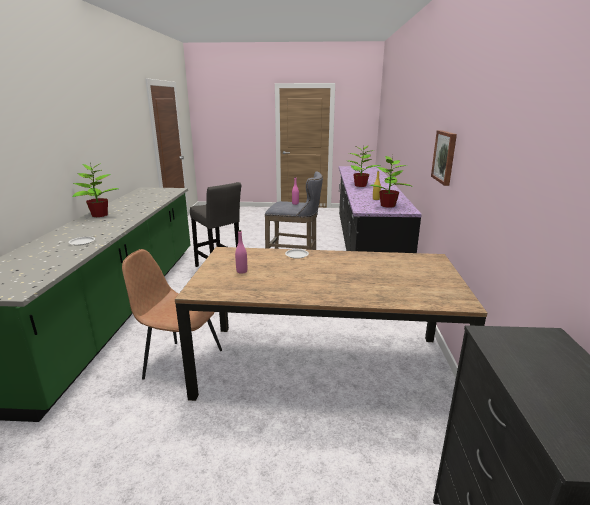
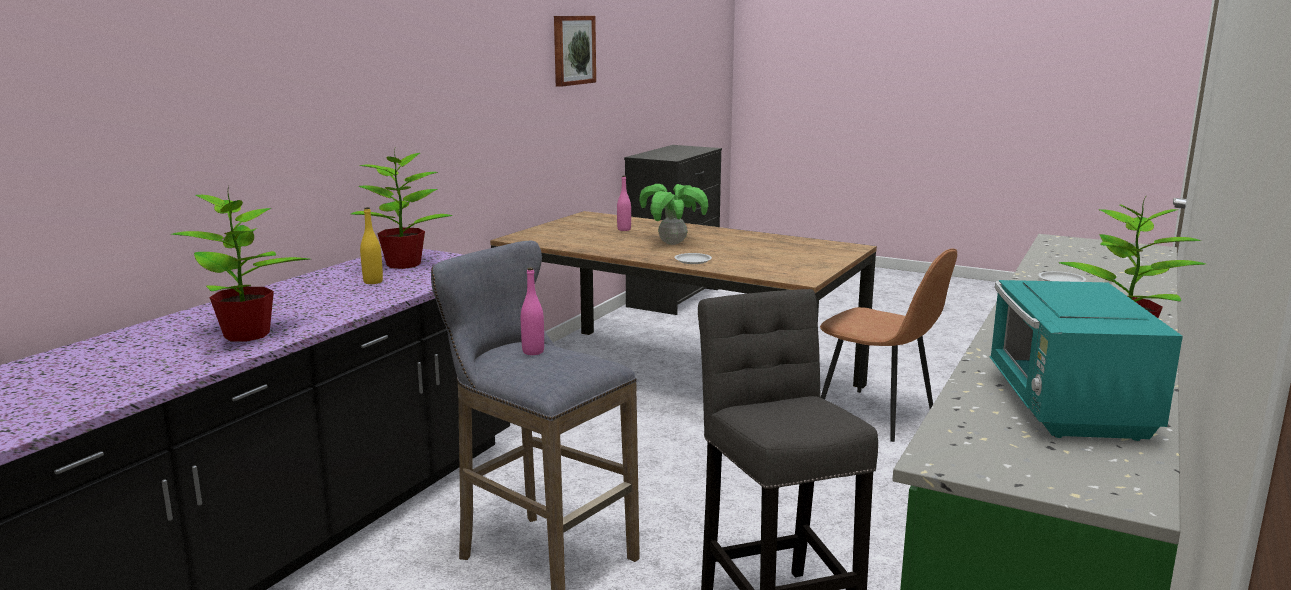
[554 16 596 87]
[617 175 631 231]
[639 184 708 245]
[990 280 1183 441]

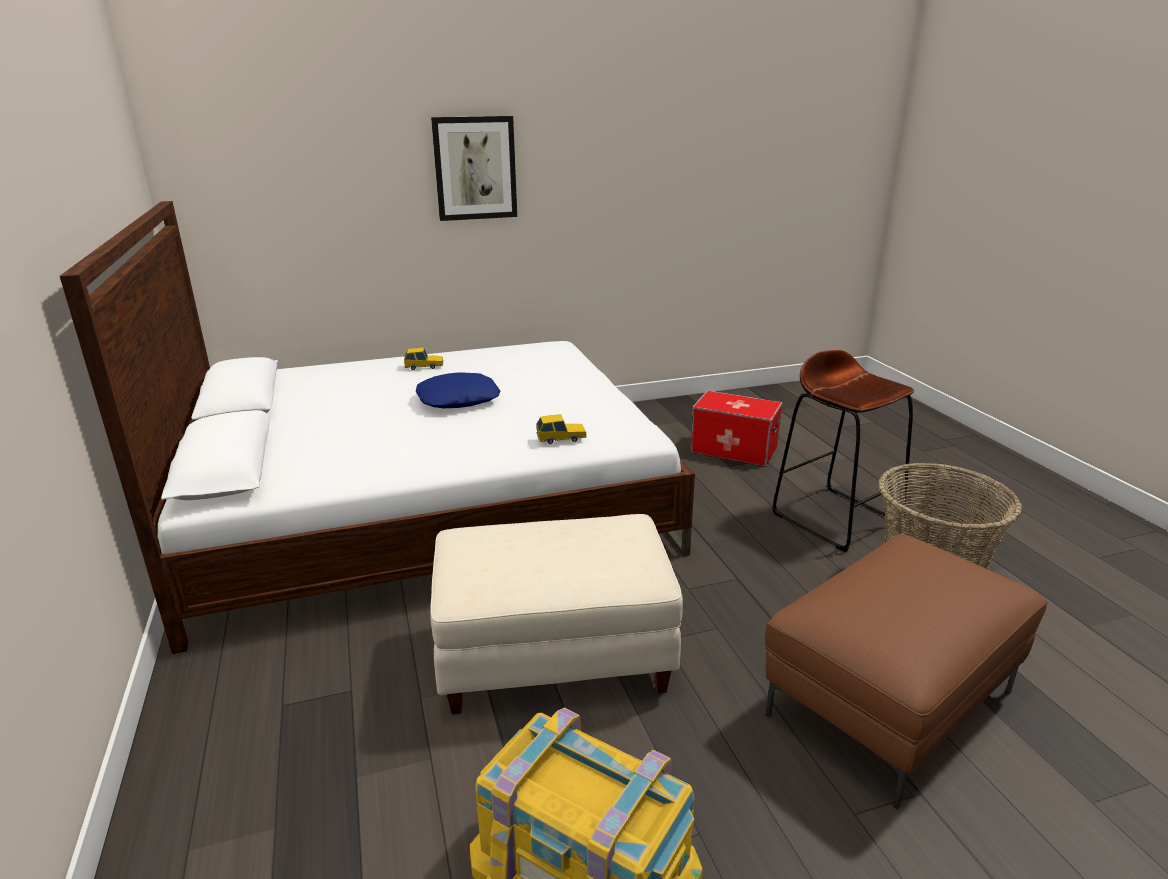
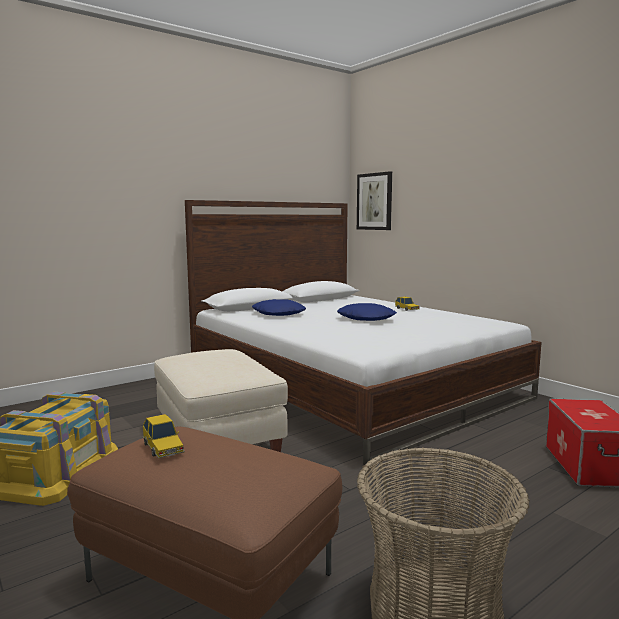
[143 414 185 459]
[252 299 306 316]
[357 171 392 230]
[772 350 914 552] (first image)

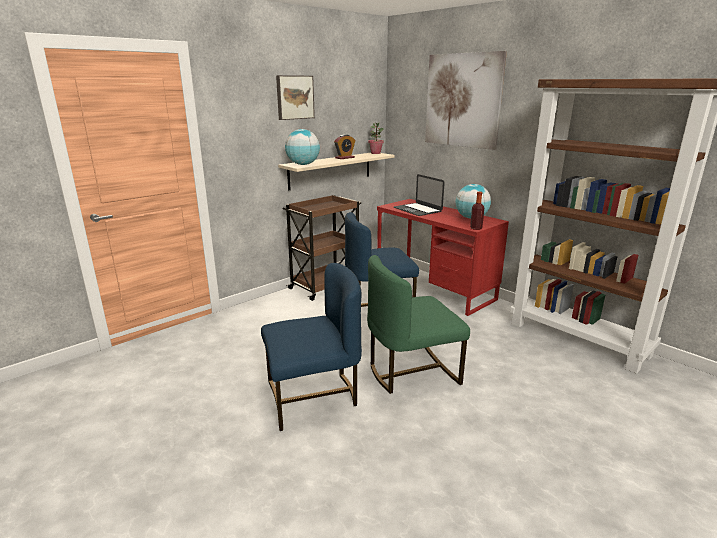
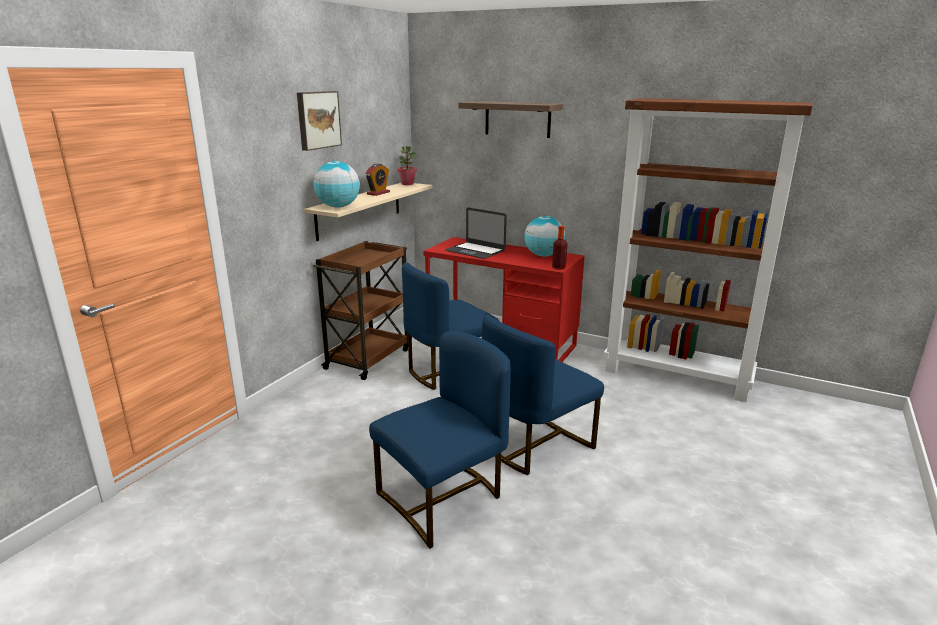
[458 101 564 138]
[482 315 604 475]

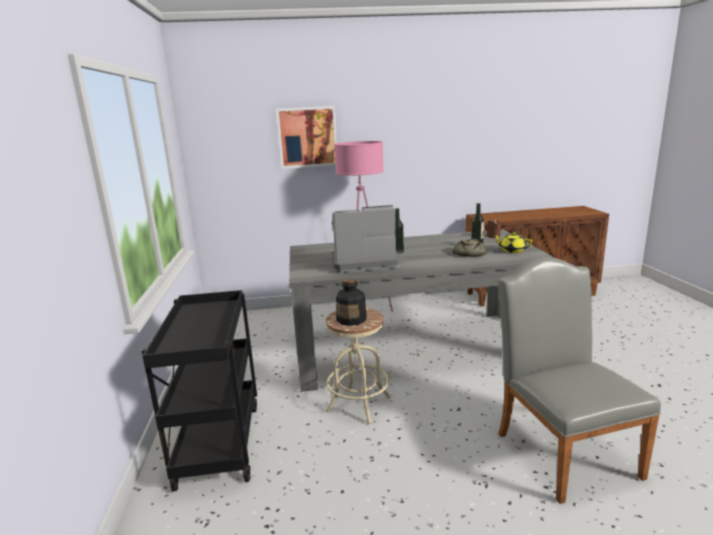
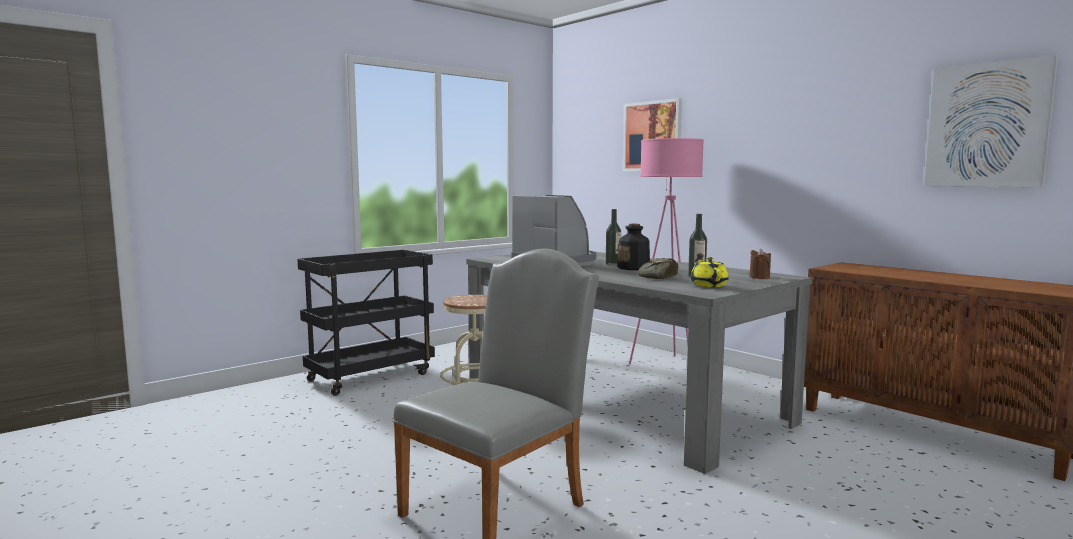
[617 224 650 270]
[924 55 1058 187]

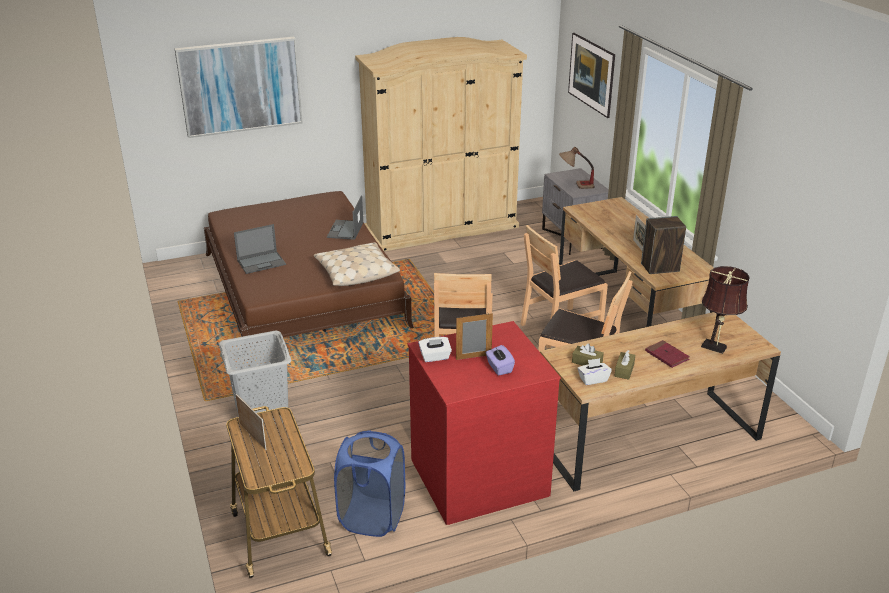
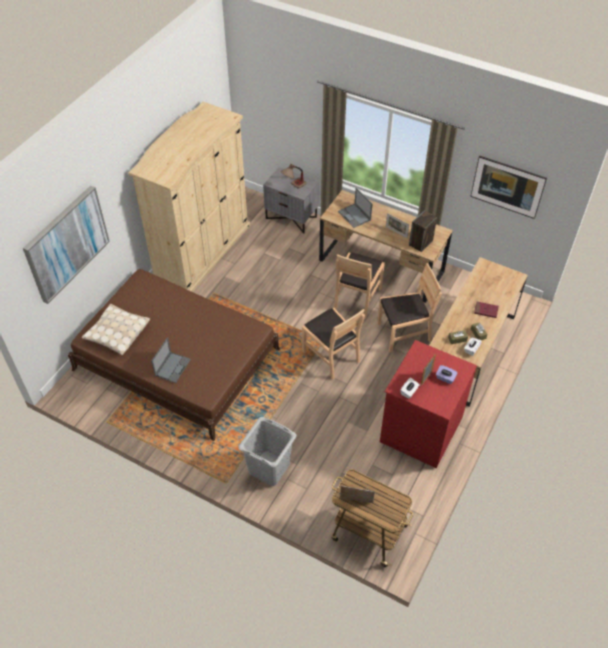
[82 304 150 355]
[338 188 372 228]
[470 156 547 219]
[334 430 405 537] (first image)
[701 266 750 354] (first image)

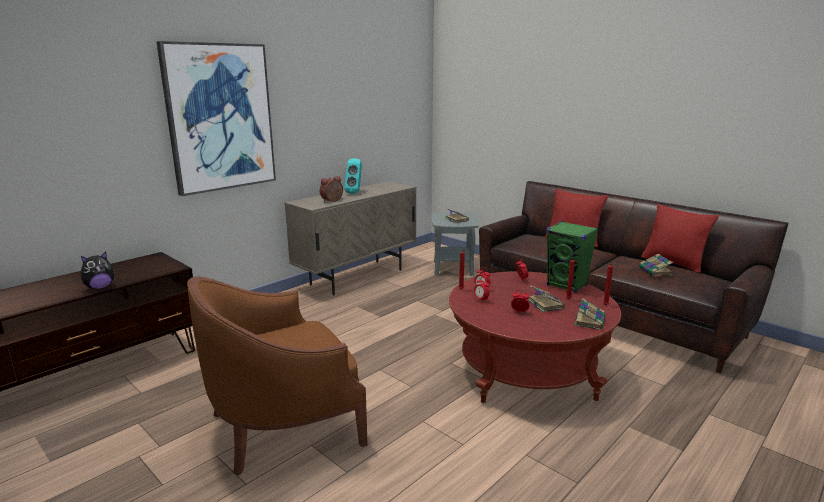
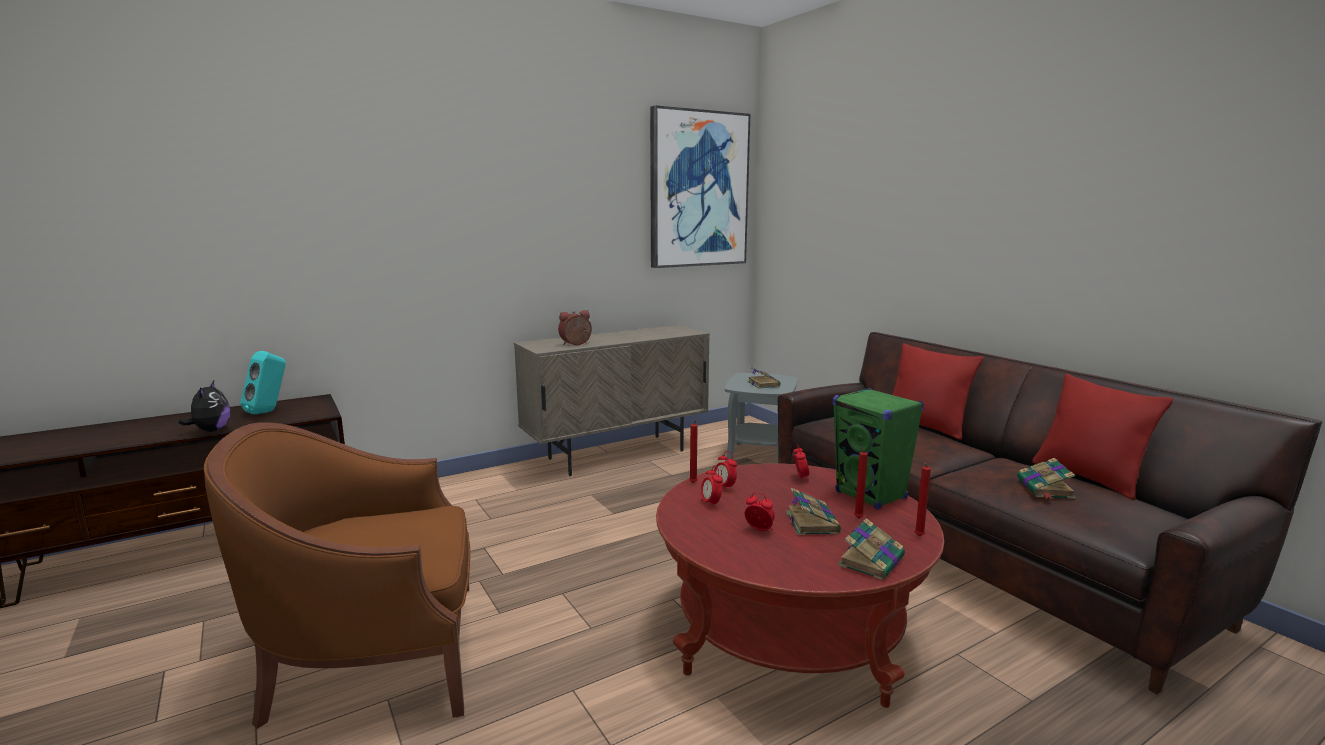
[178 381 231 432]
[240 351 285 414]
[650 105 750 268]

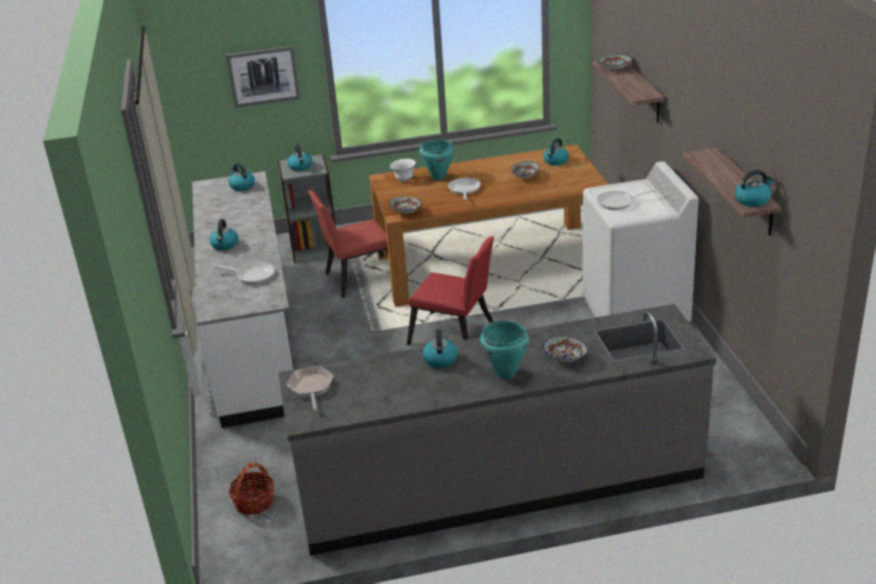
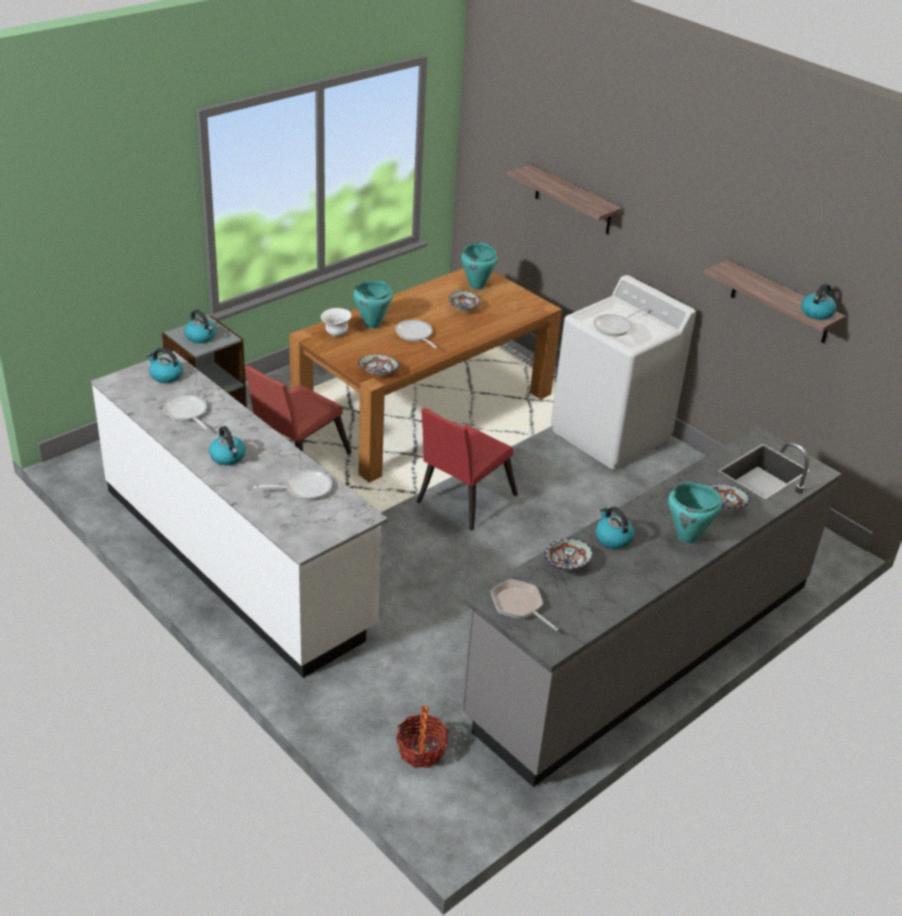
[163 395 209 430]
[417 408 518 531]
[461 243 497 290]
[545 539 593 570]
[226 46 301 108] (first image)

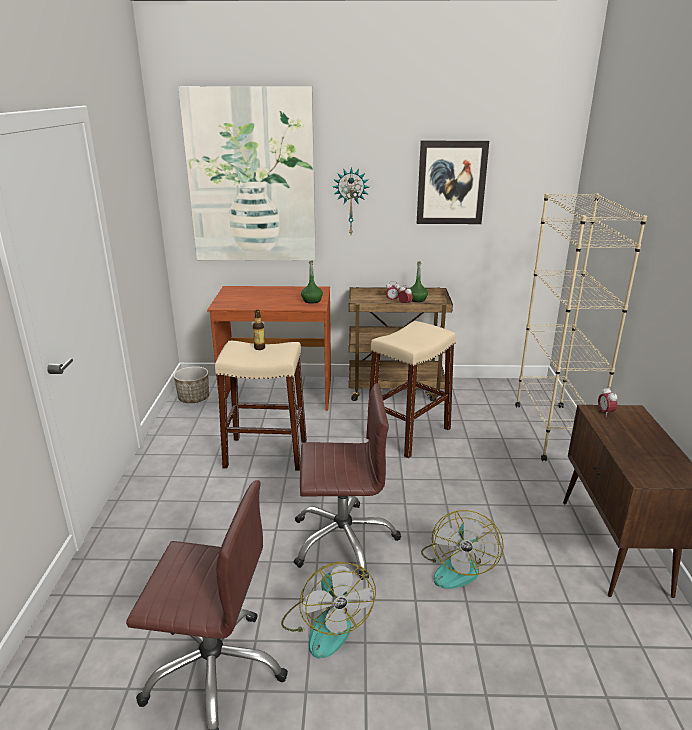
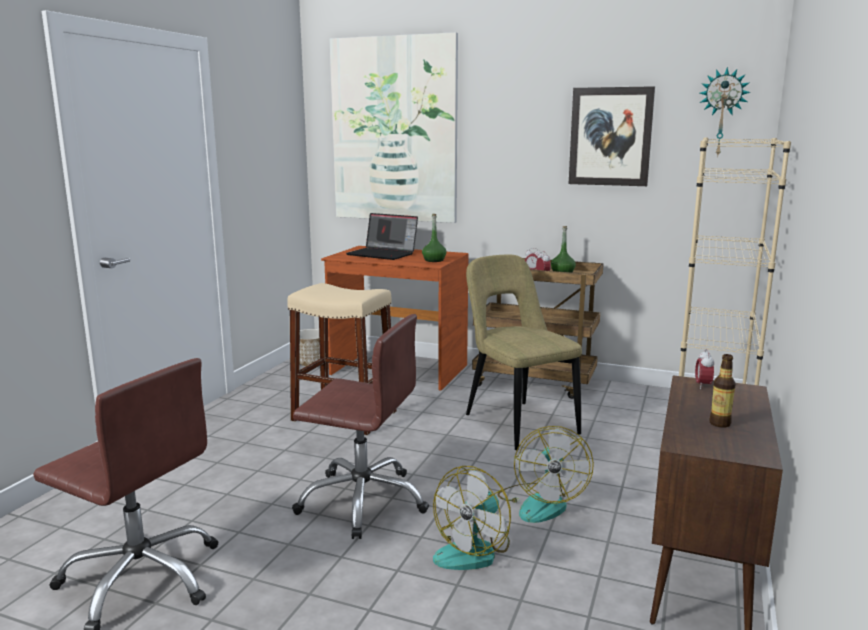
[346 213 418 260]
[466 255 582 450]
[498 426 594 523]
[700 67 751 155]
[709 354 736 428]

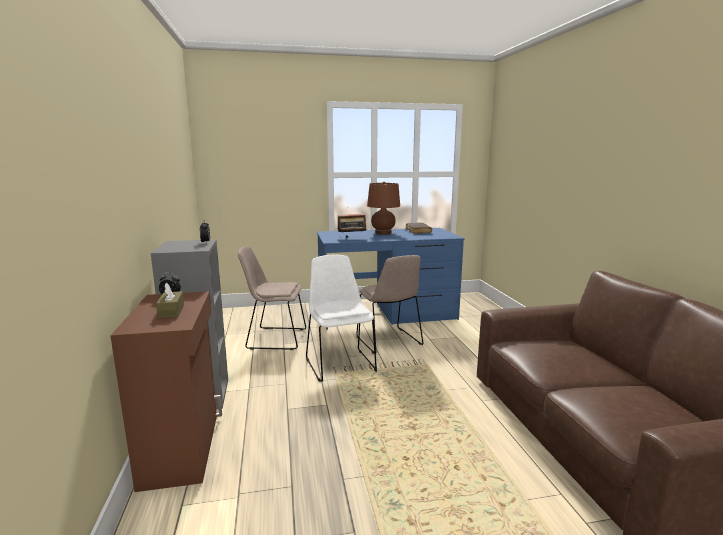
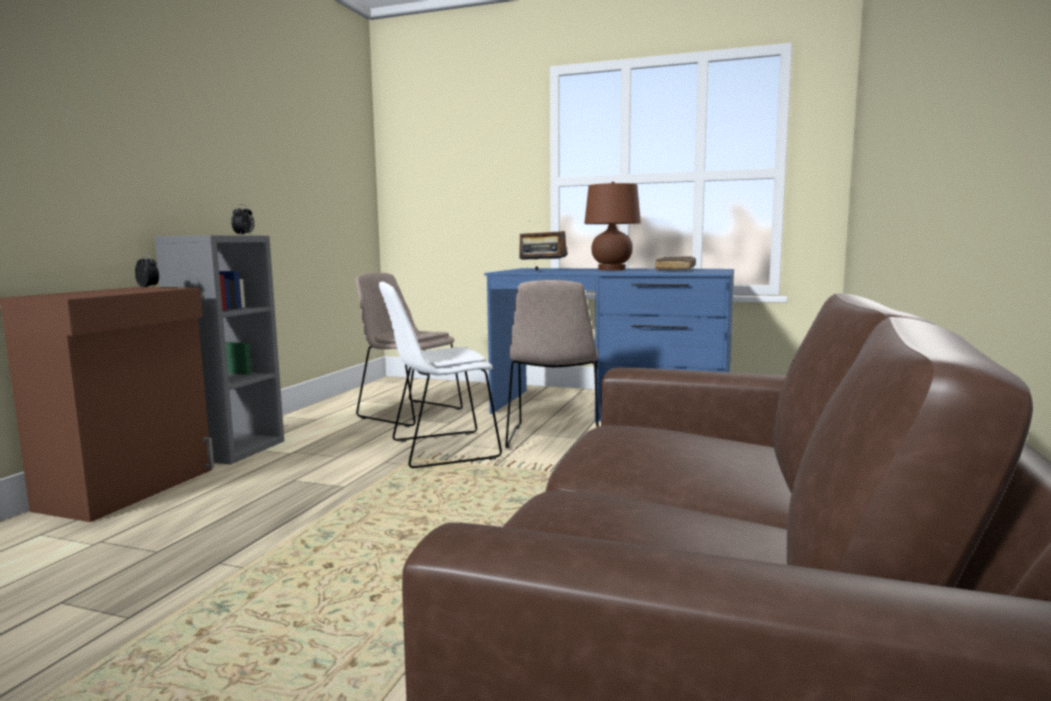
[379 282 502 468]
[156 283 184 318] (first image)

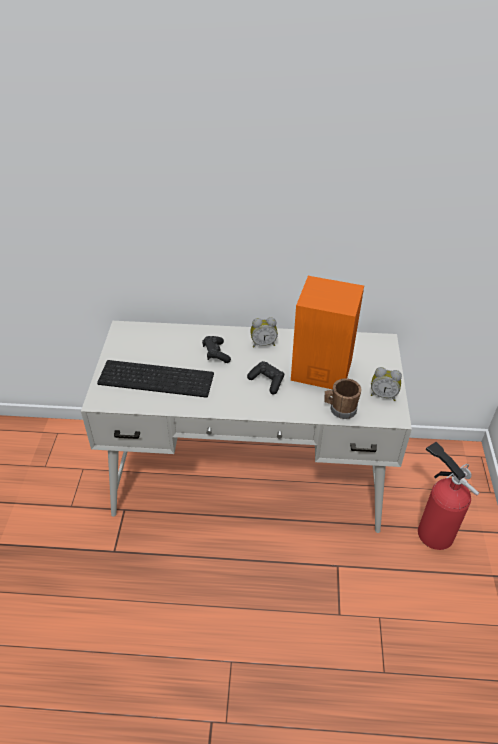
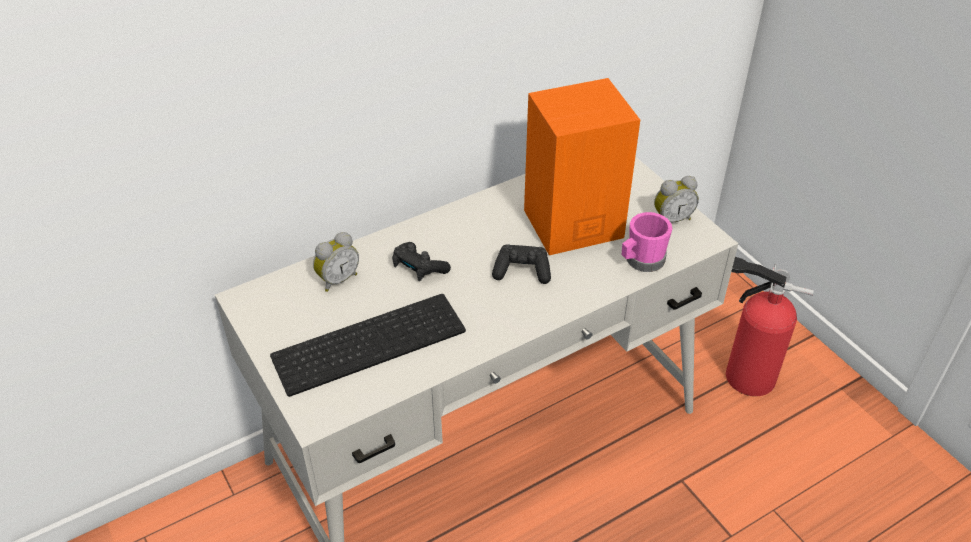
[313 232 359 292]
[622 212 672 272]

